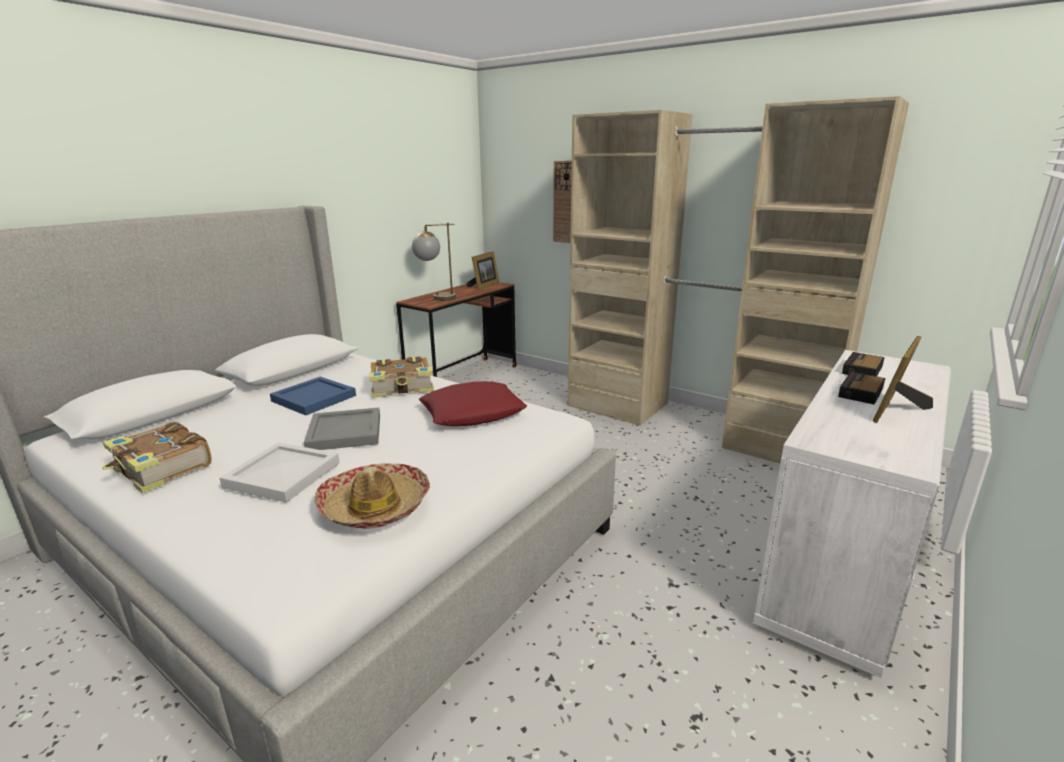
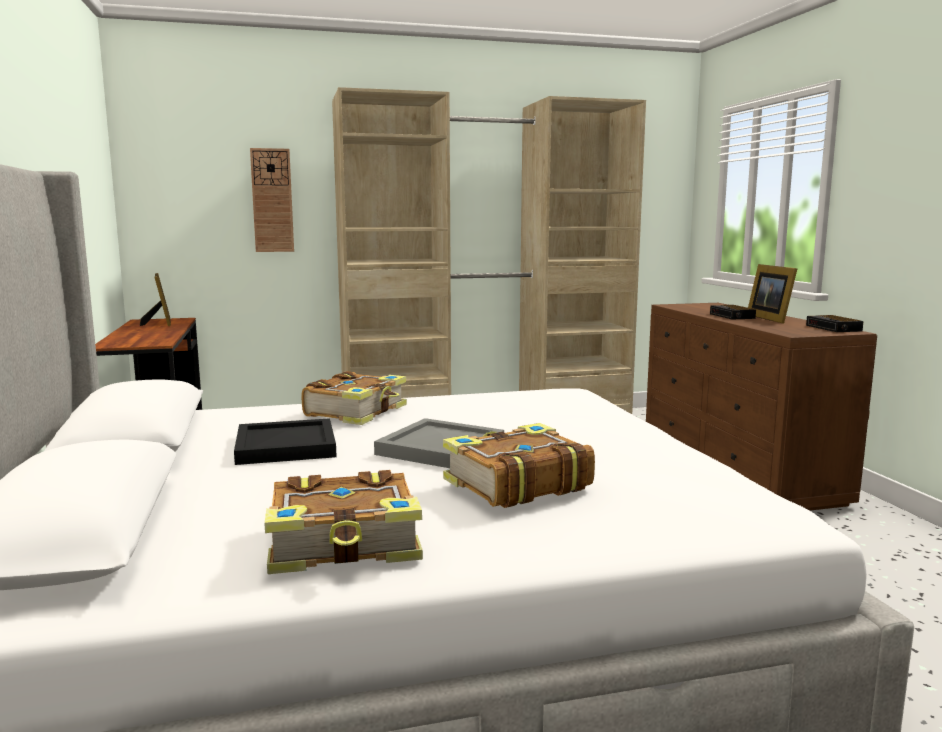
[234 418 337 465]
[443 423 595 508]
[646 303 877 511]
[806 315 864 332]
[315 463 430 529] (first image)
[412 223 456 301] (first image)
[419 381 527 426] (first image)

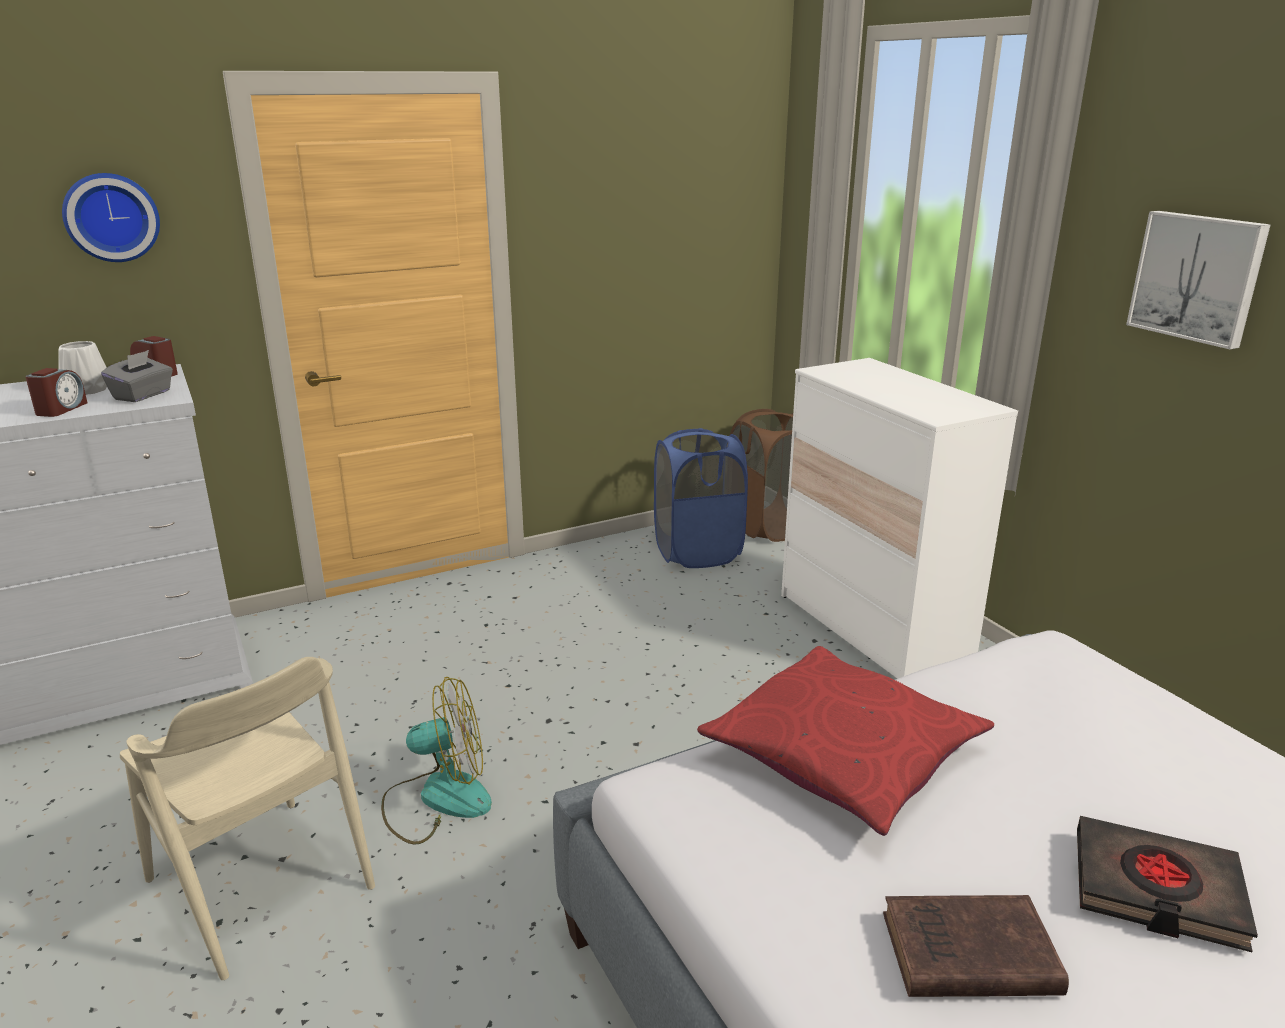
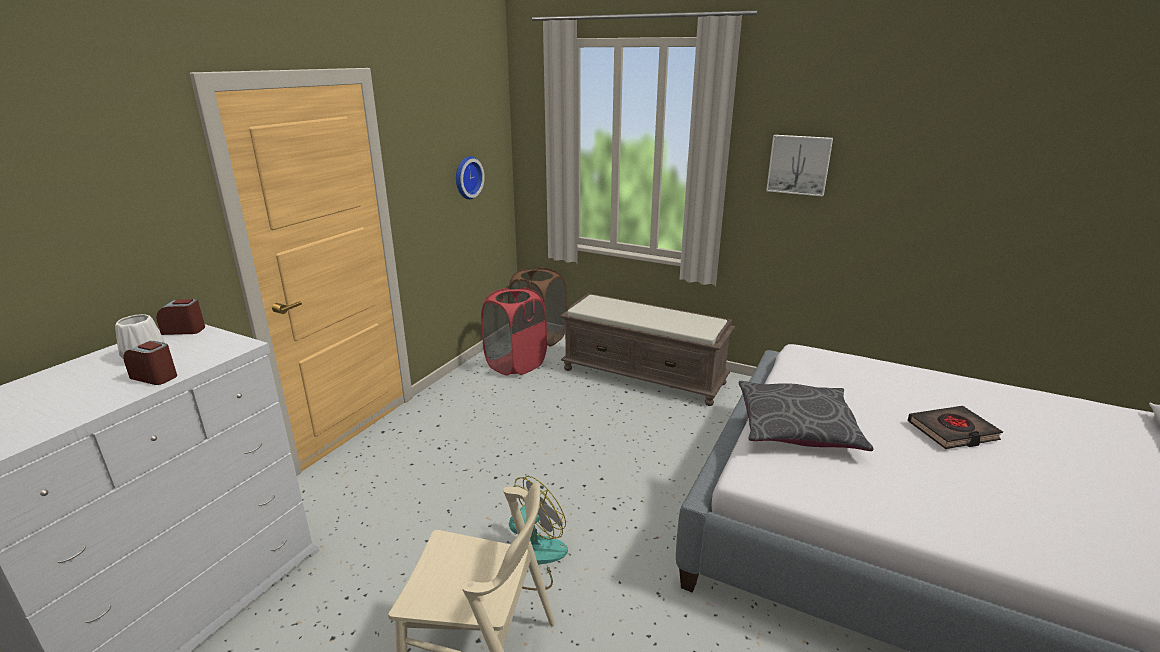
[123 341 177 385]
[456 156 485 199]
[481 288 547 376]
[560 293 735 406]
[739 381 874 451]
[101 350 173 402] (first image)
[883 895 1069 997] (first image)

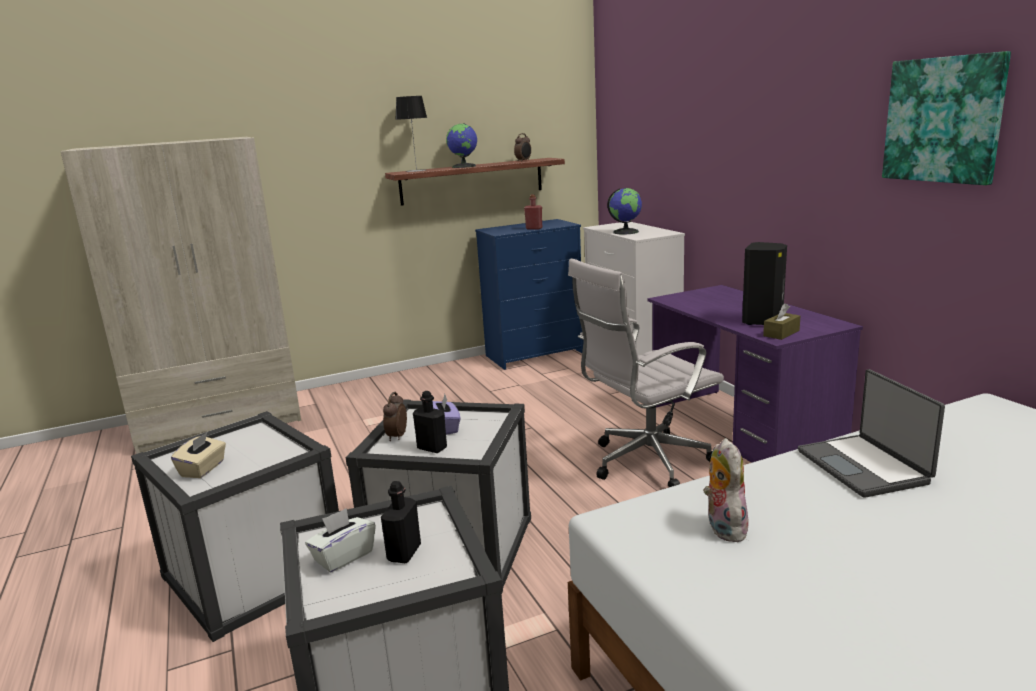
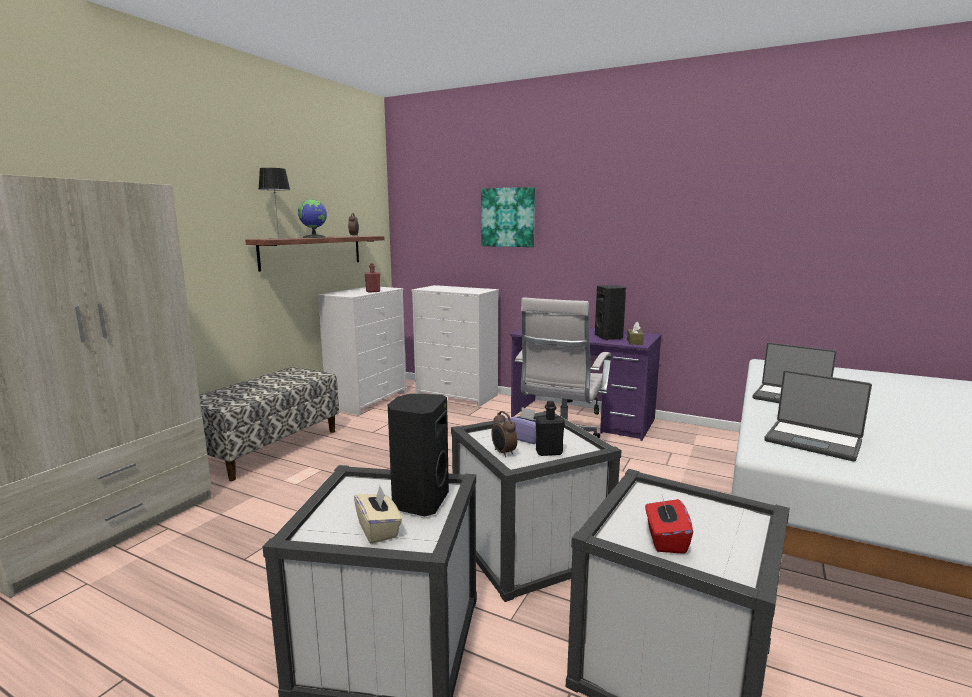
[199 367 339 481]
[317 287 407 415]
[388 394 449 516]
[481 187 535 247]
[645 496 693 554]
[764 370 872 462]
[381 481 421 563] (first image)
[607 188 642 235] (first image)

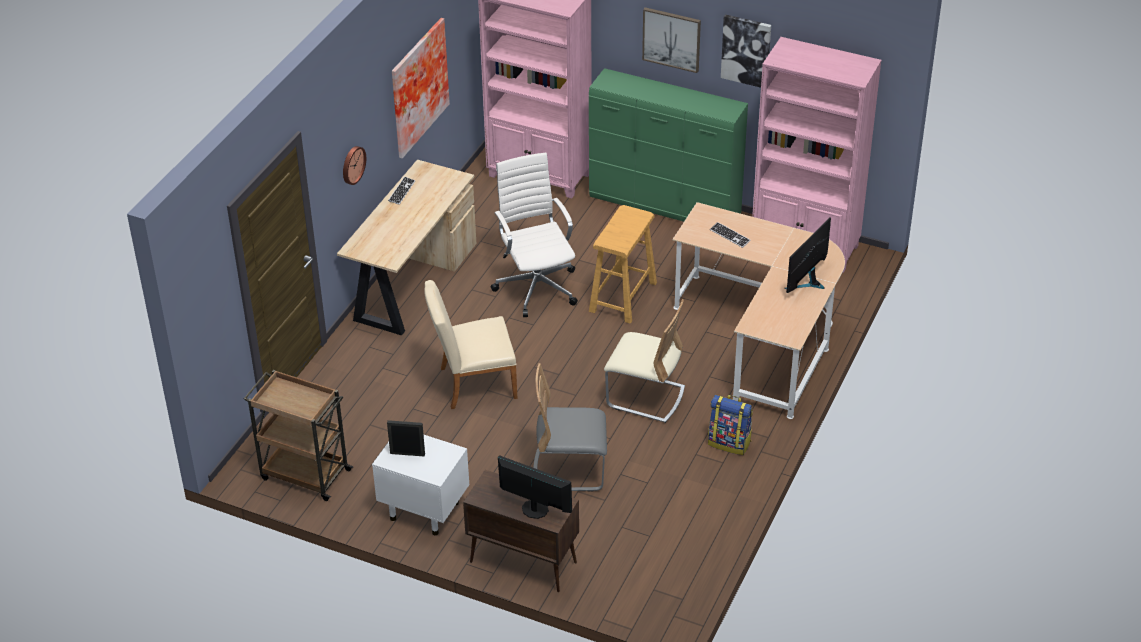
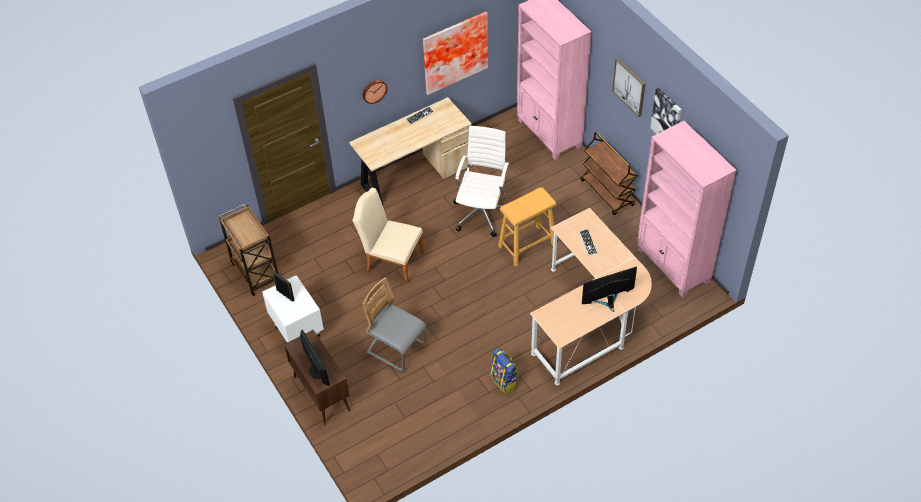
[581 132 638 215]
[604 299 685 423] (first image)

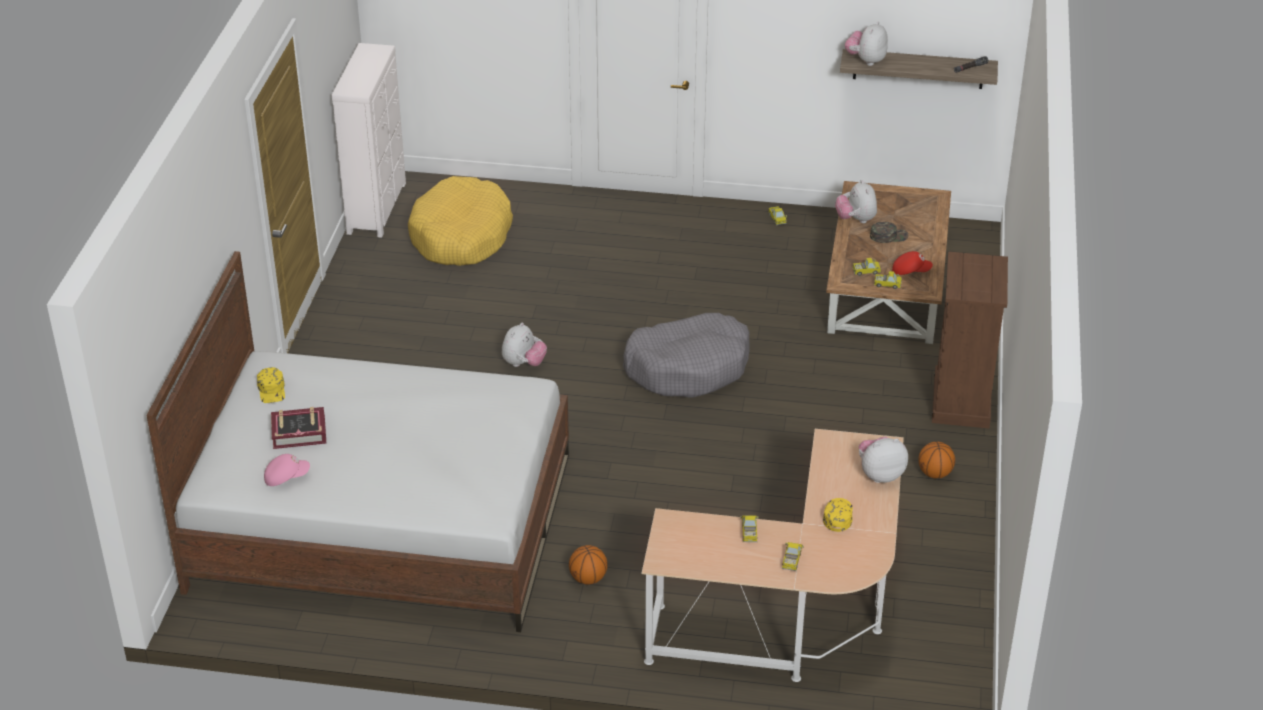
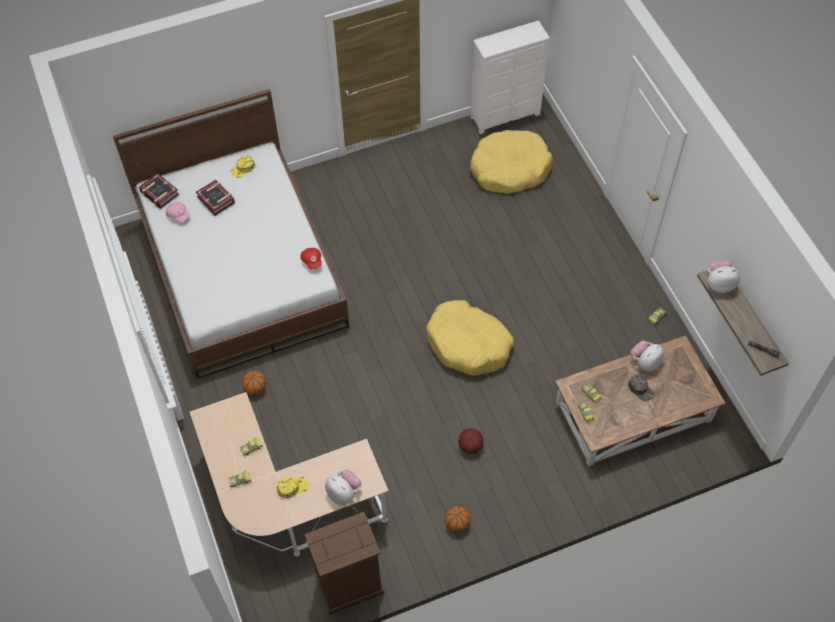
[139 173 179 209]
[301 248 322 269]
[304 512 384 615]
[426 300 514 376]
[458 428 484 454]
[502 323 547 367] (first image)

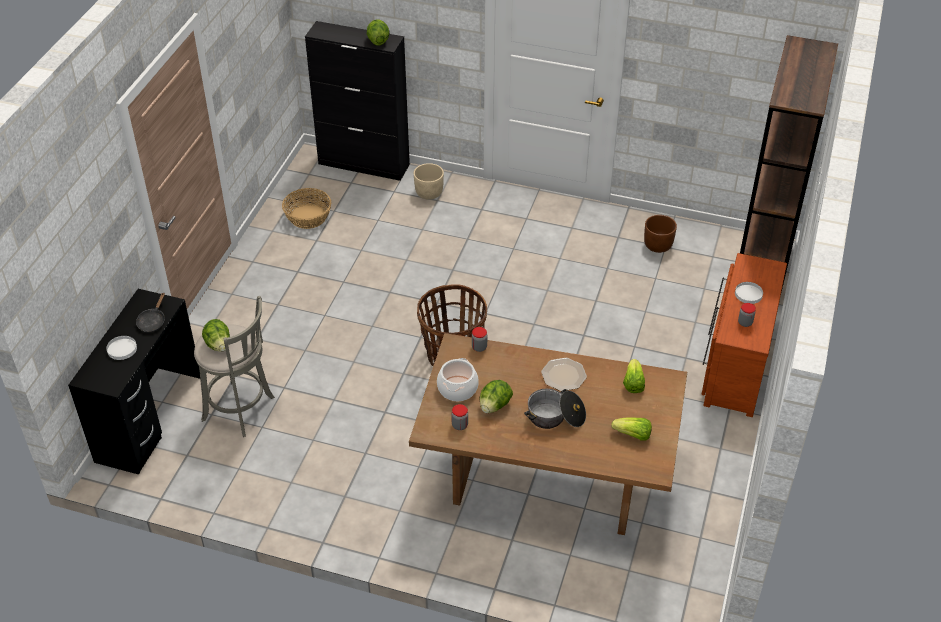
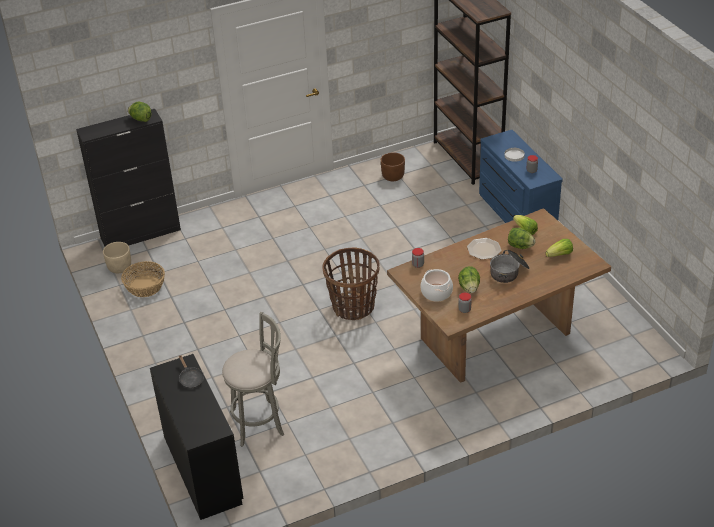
[103 242 131 273]
[479 130 563 223]
[508 228 535 249]
[106 336 137 360] (first image)

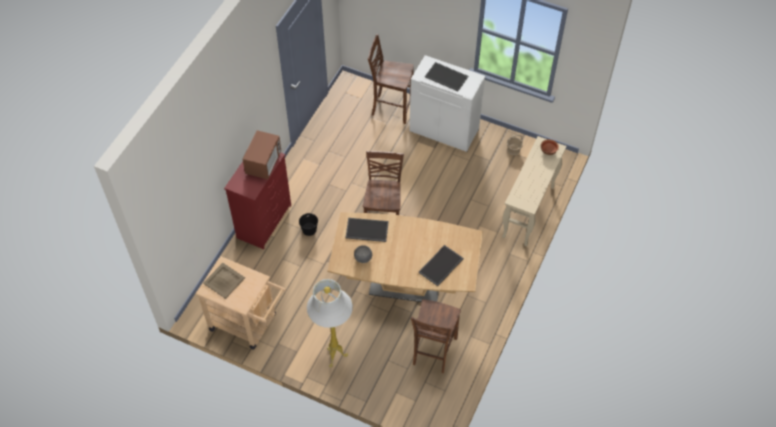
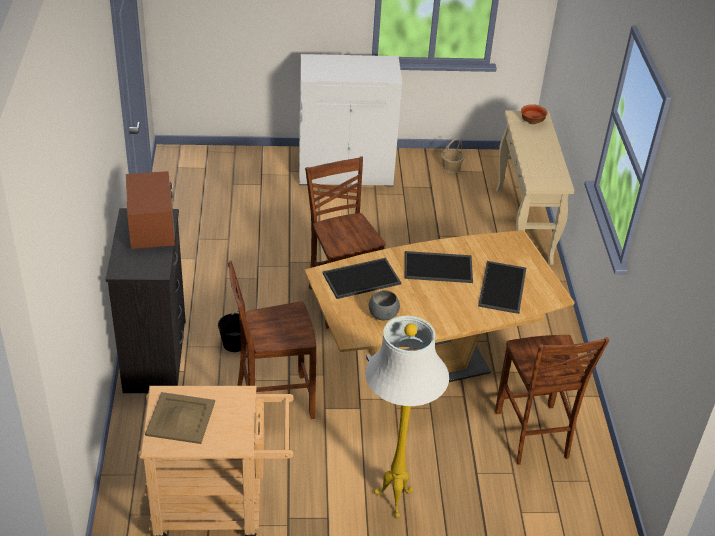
[105 208 186 393]
[228 260 316 419]
[405 251 473 283]

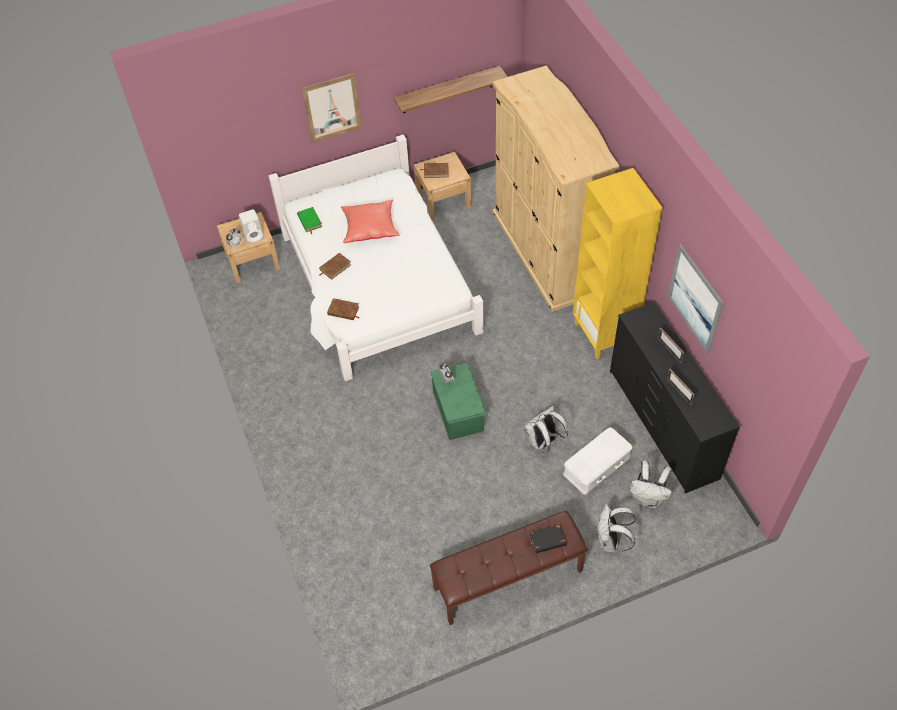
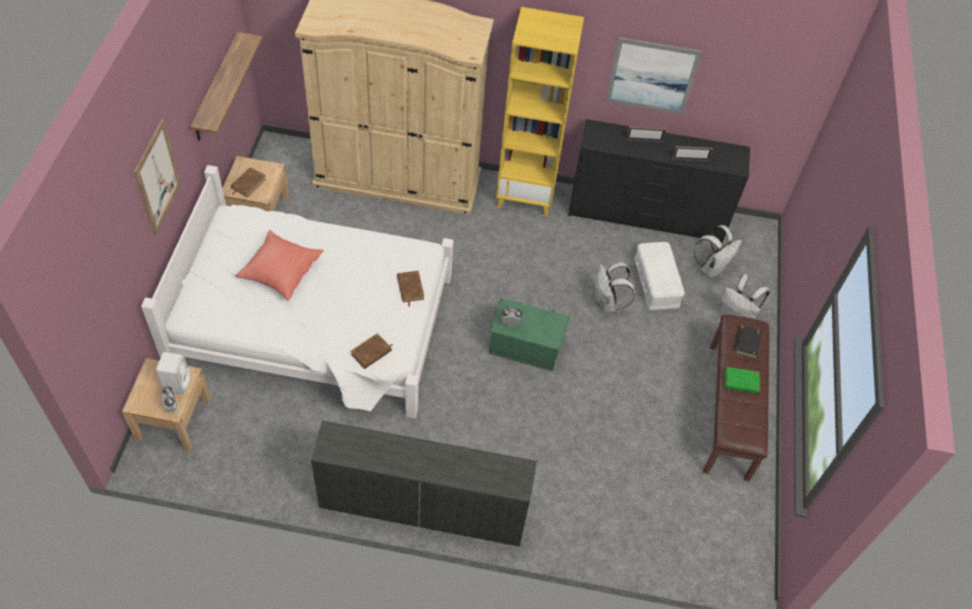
[310 420 537 547]
[397 271 424 307]
[725 367 764 394]

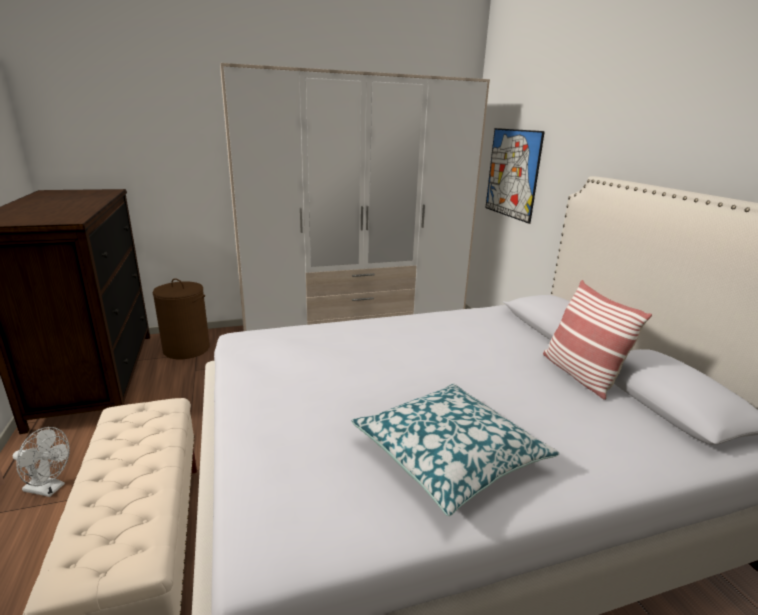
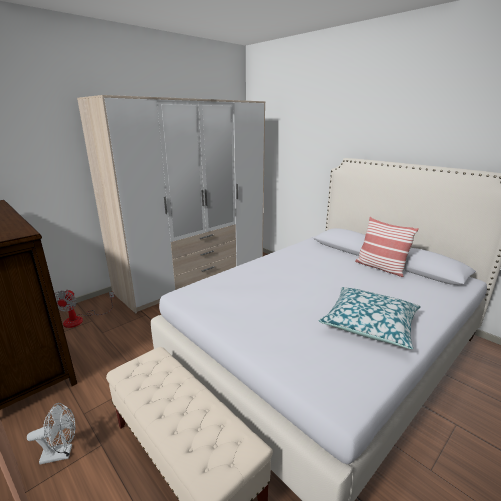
[54 290 115 328]
[485 128 545 224] (first image)

